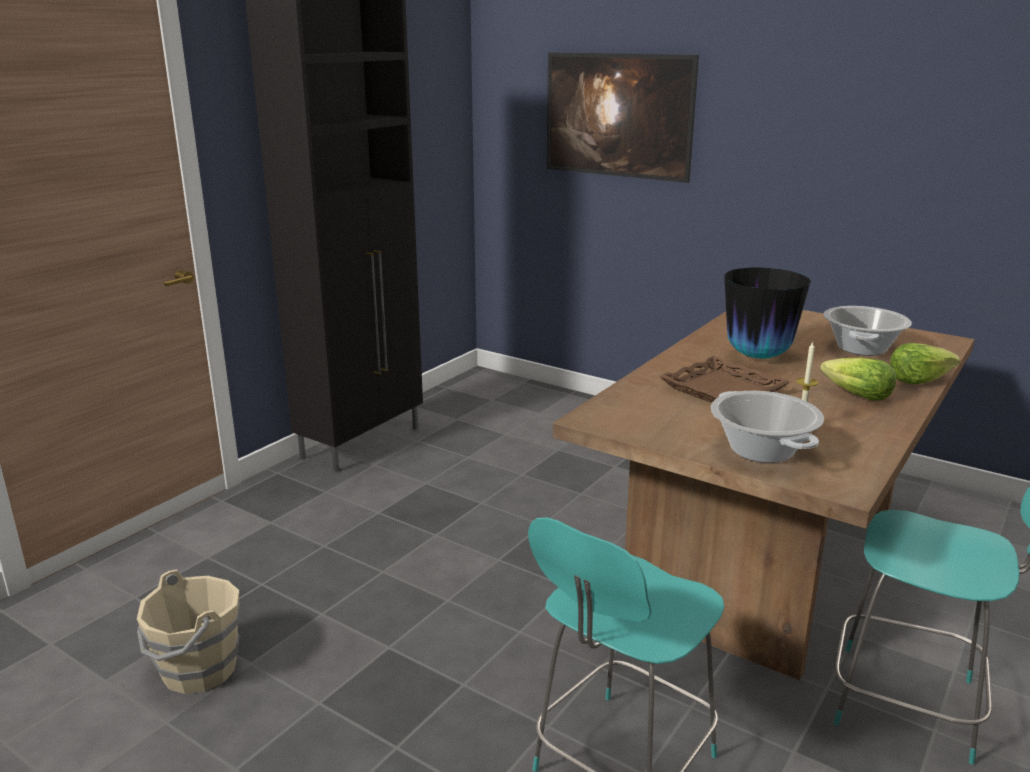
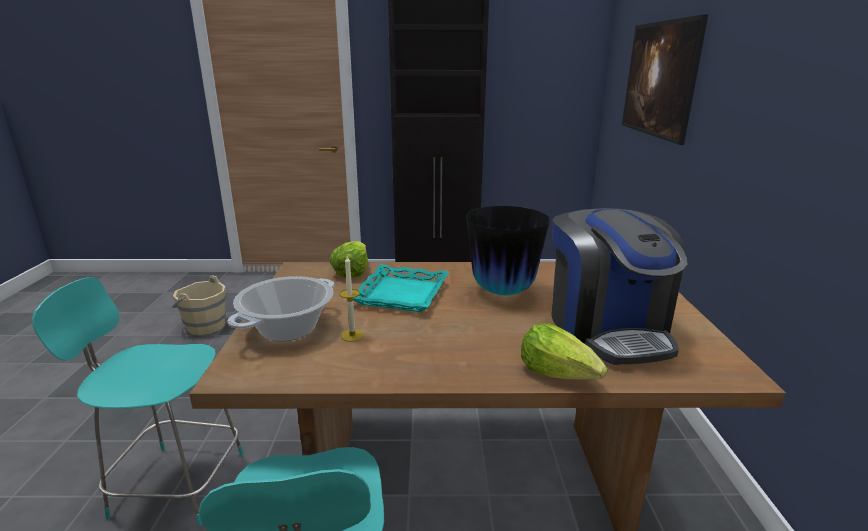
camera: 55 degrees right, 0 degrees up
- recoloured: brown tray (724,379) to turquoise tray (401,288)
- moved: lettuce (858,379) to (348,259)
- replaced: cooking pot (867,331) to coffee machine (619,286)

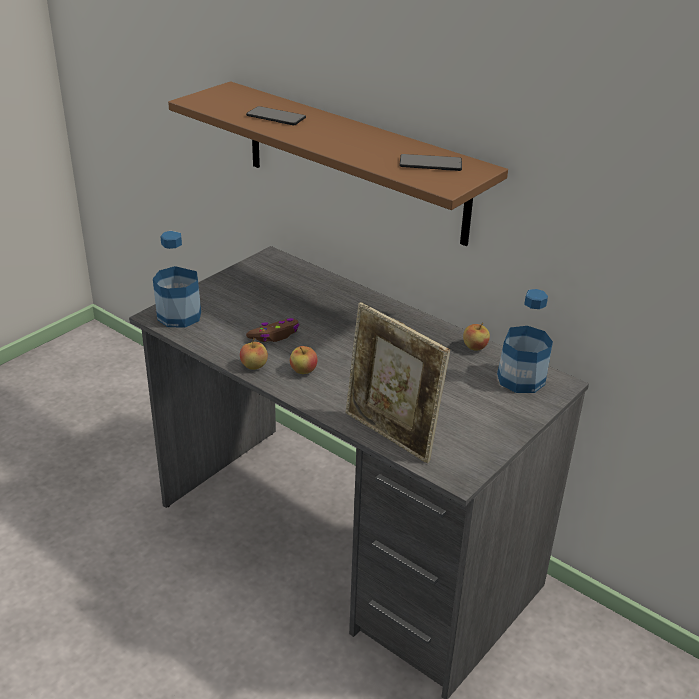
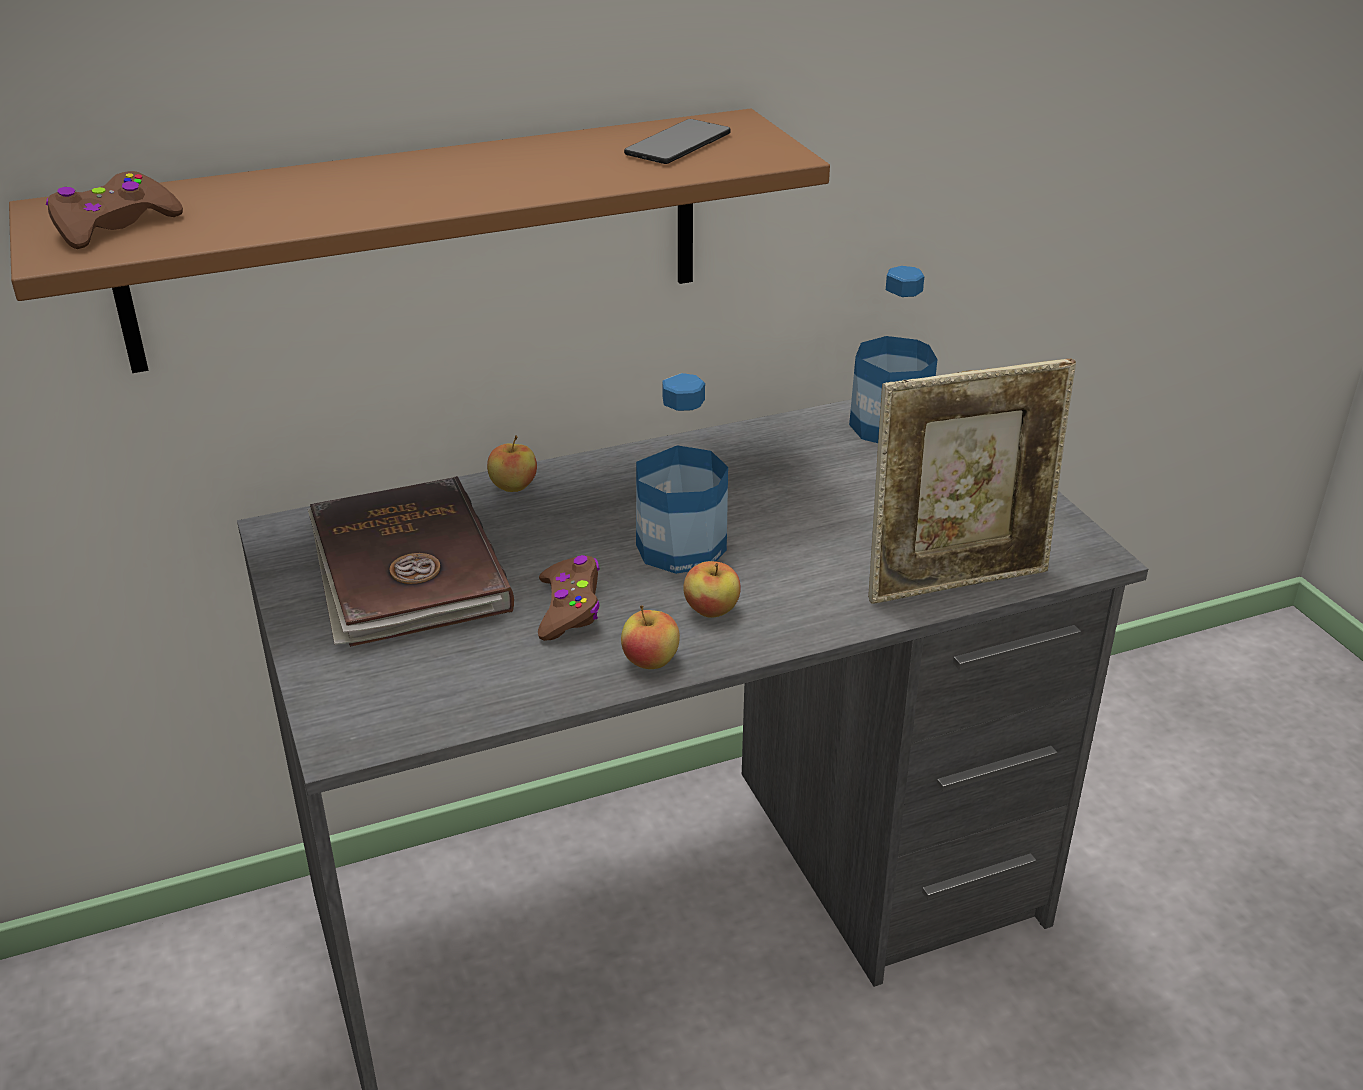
camera: 60 degrees left, 0 degrees up
- moved: bottle (177,279) to (682,473)
- removed: phone (276,116)
- moved: apple (476,337) to (512,463)
- added: brown game controller (114,210)
- added: brown book (411,561)

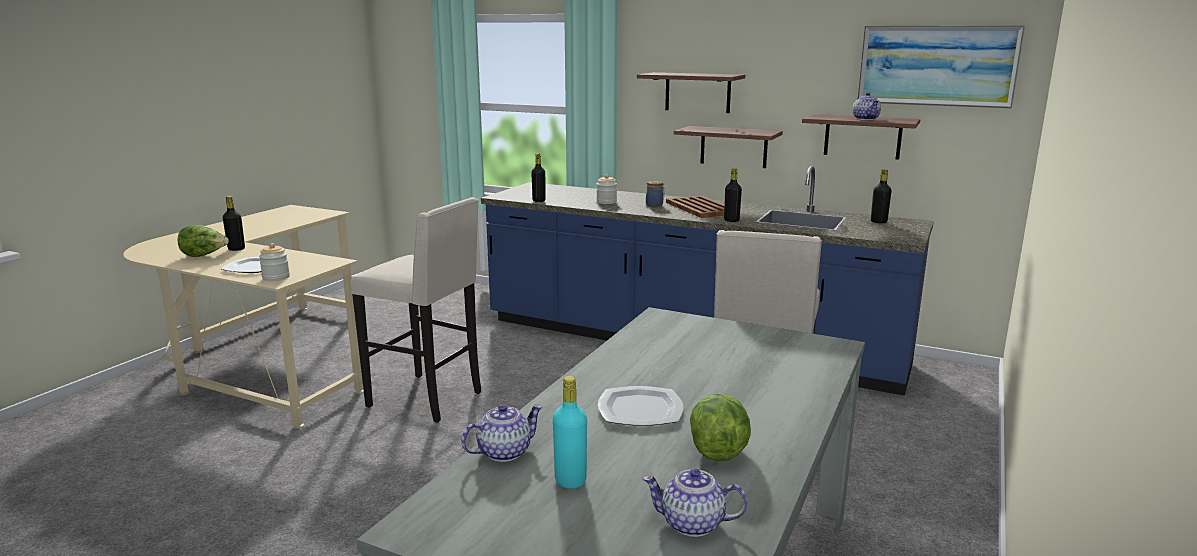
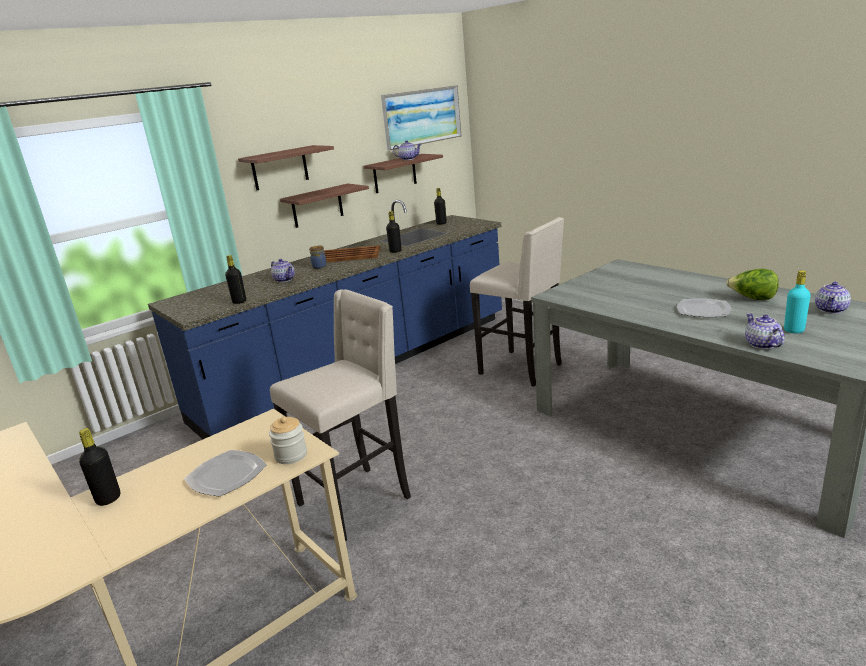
camera: 65 degrees left, 5 degrees up
- removed: lettuce (203,241)
- replaced: jar (607,189) to teapot (283,271)

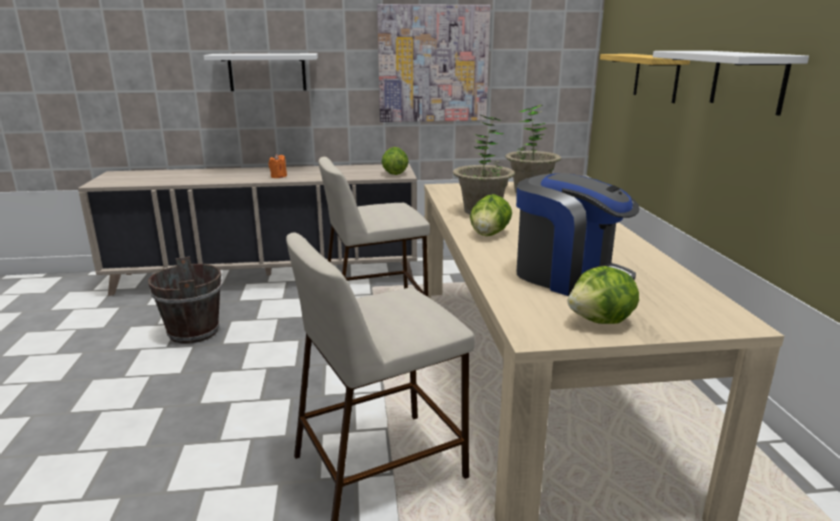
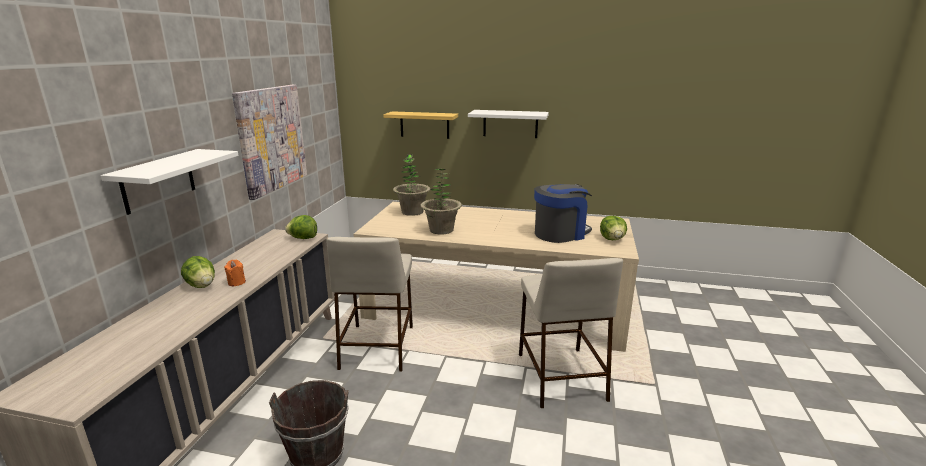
camera: 70 degrees left, 0 degrees up
- moved: lettuce (491,215) to (198,272)

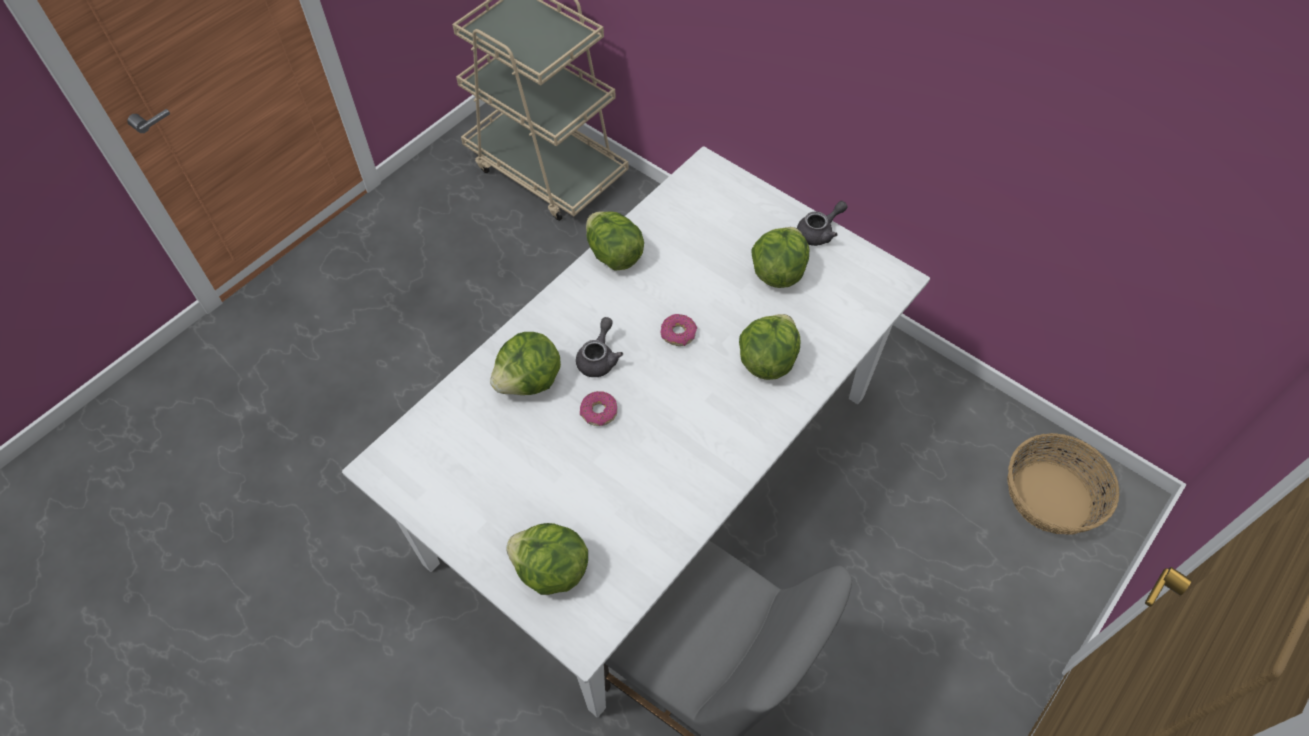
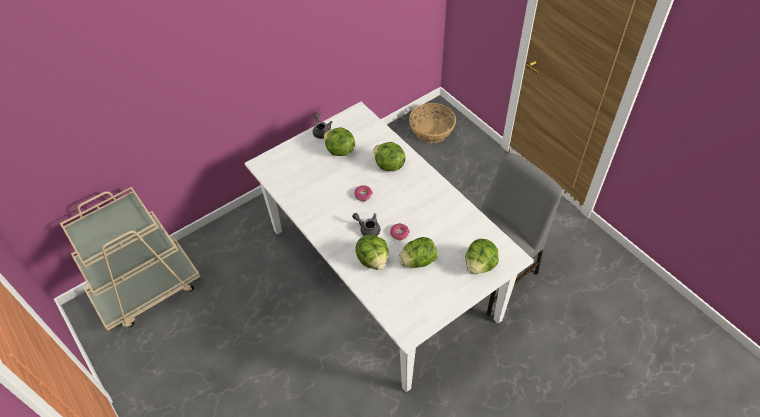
camera: 75 degrees left, 5 degrees down
- moved: lettuce (615,241) to (418,252)

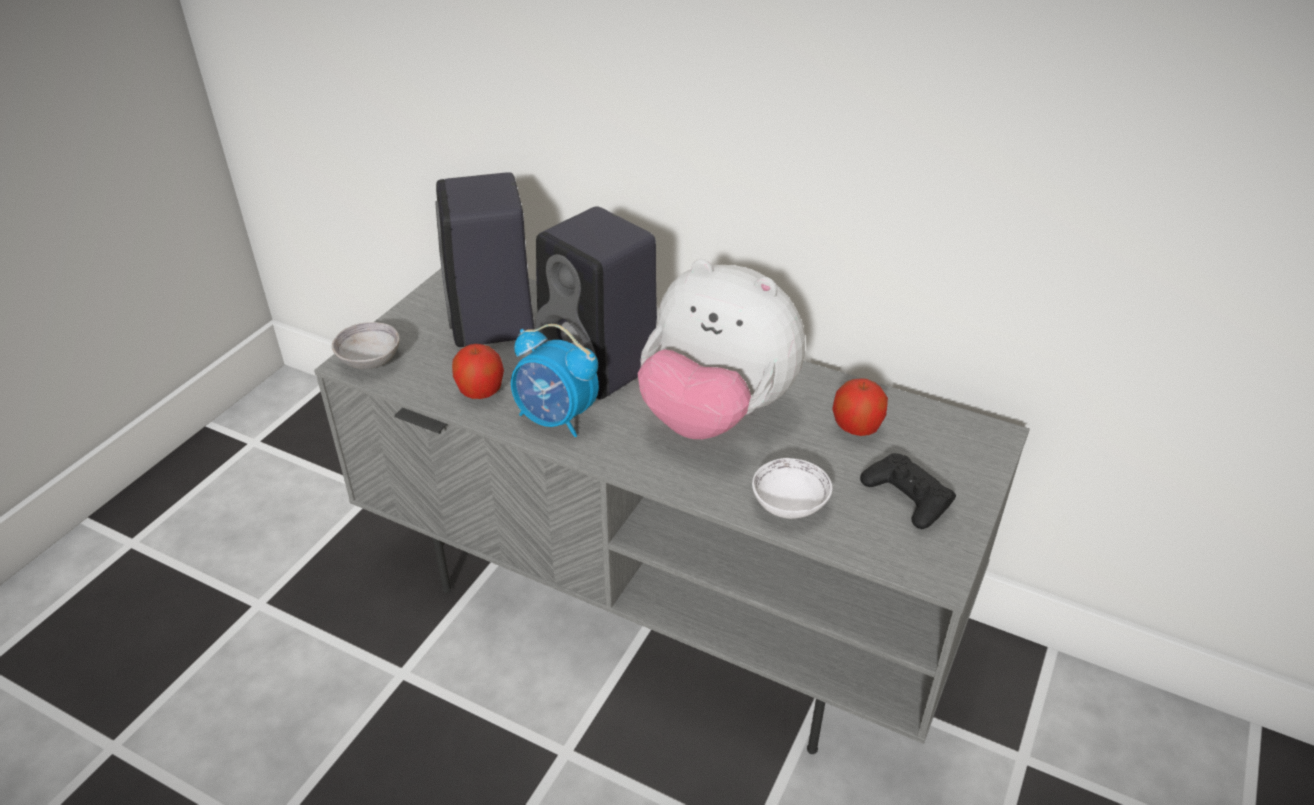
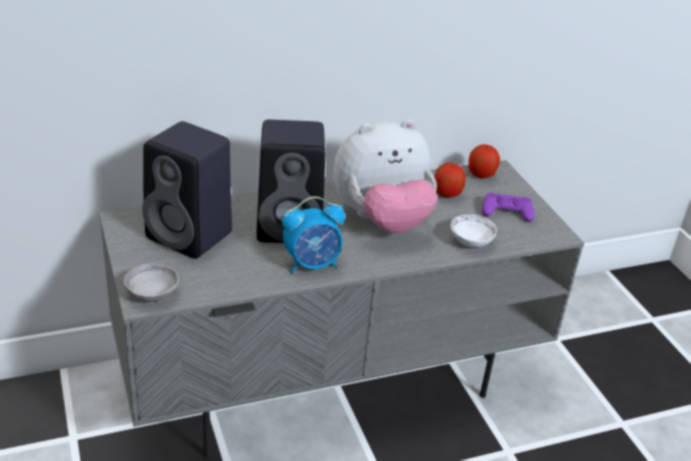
camera: 50 degrees left, 5 degrees down
- moved: apple (478,371) to (484,161)
- recoloured: black game controller (908,491) to purple game controller (508,207)

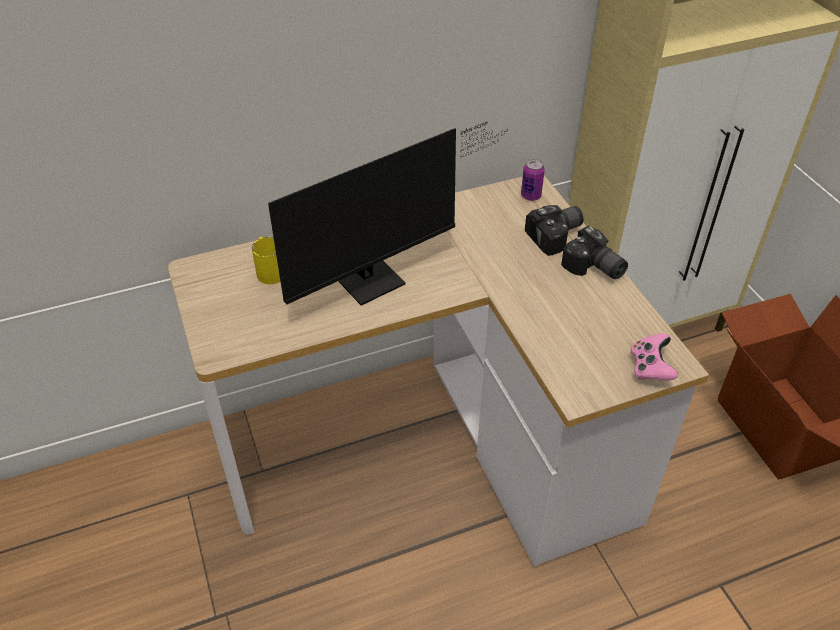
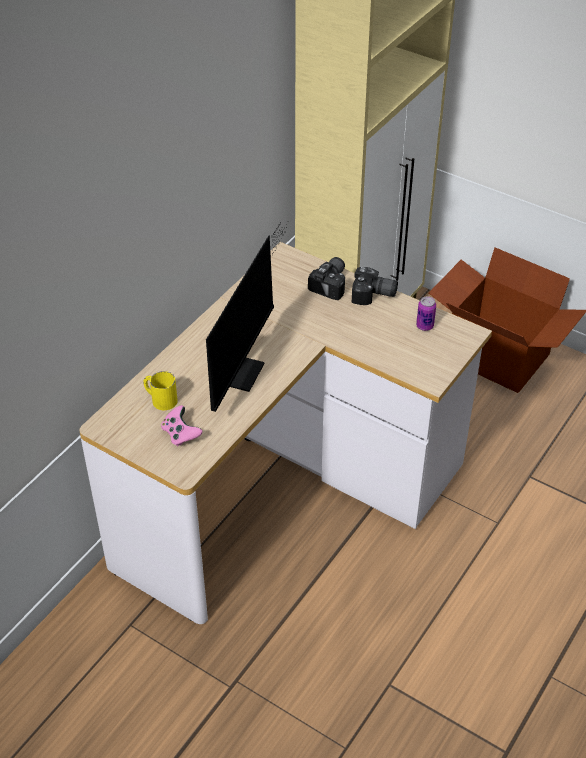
camera: 35 degrees left, 0 degrees up
- moved: can (533,180) to (426,313)
- moved: pink game controller (654,357) to (181,426)

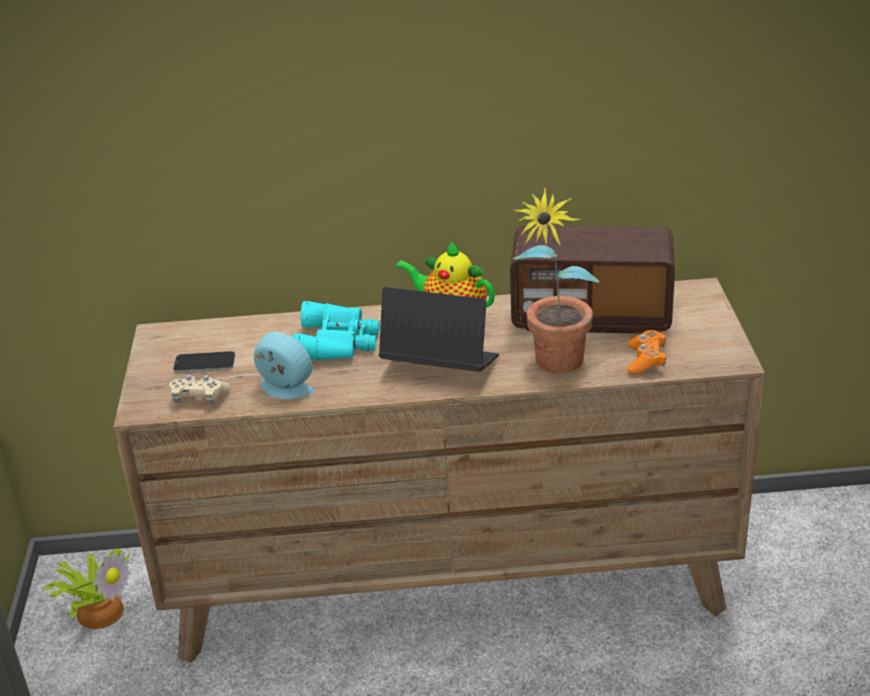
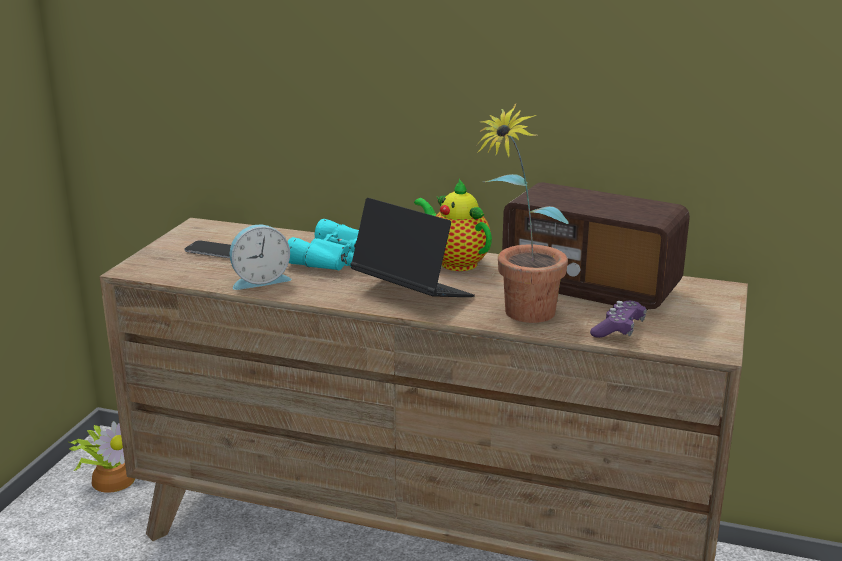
camera: 20 degrees right, 10 degrees down
- removed: beige game controller (200,389)
- turned: alarm clock (284,365) = (261,257) 105 degrees clockwise
- recoloured: orange game controller (646,352) to purple game controller (618,319)

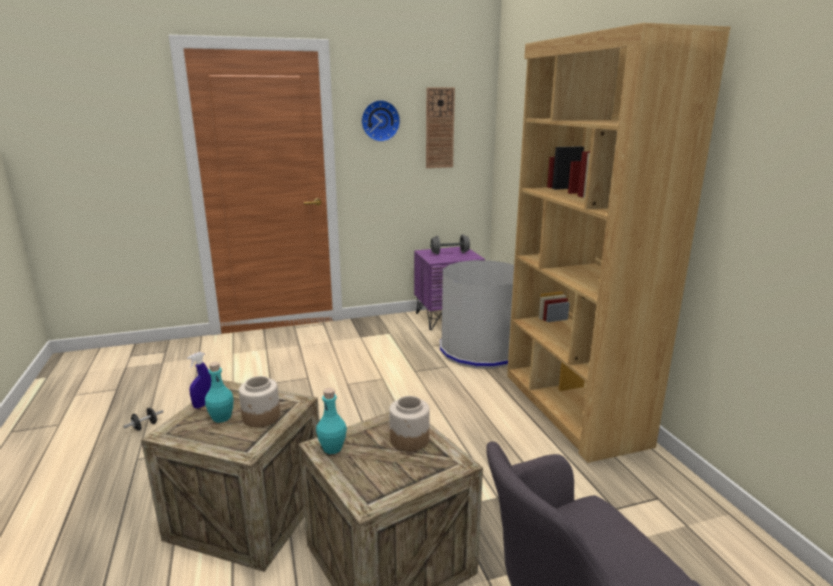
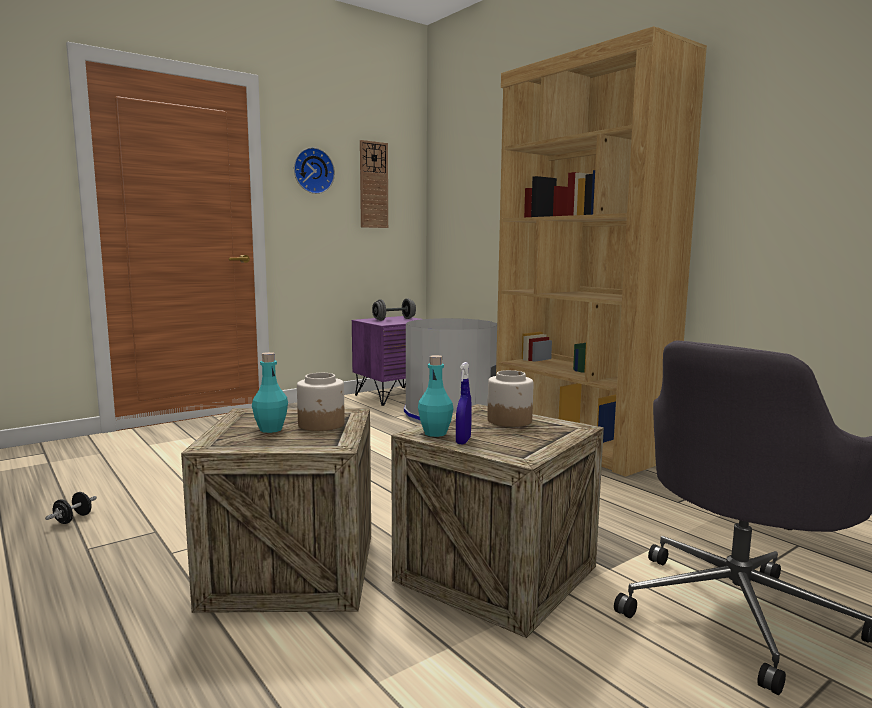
camera: 20 degrees left, 10 degrees down
- moved: blue spray bottle (199,380) to (464,403)

